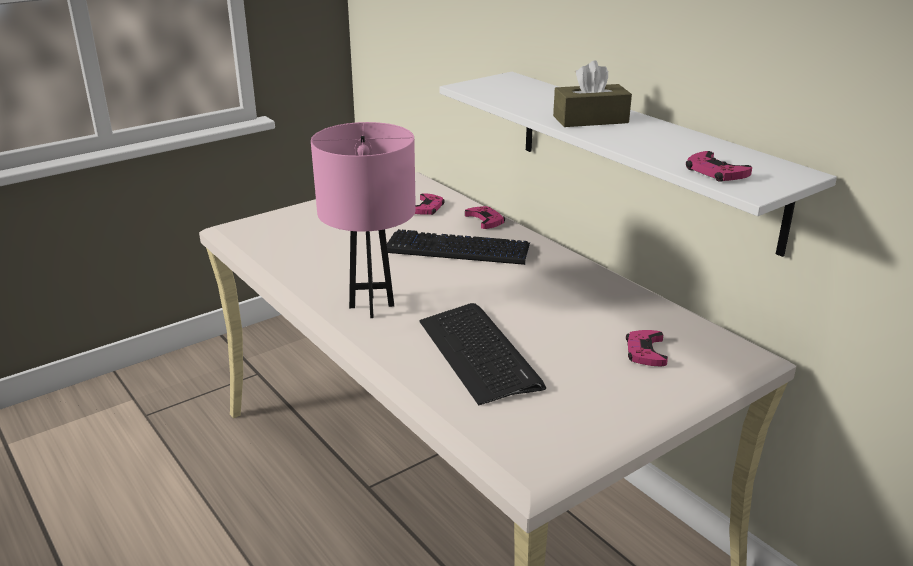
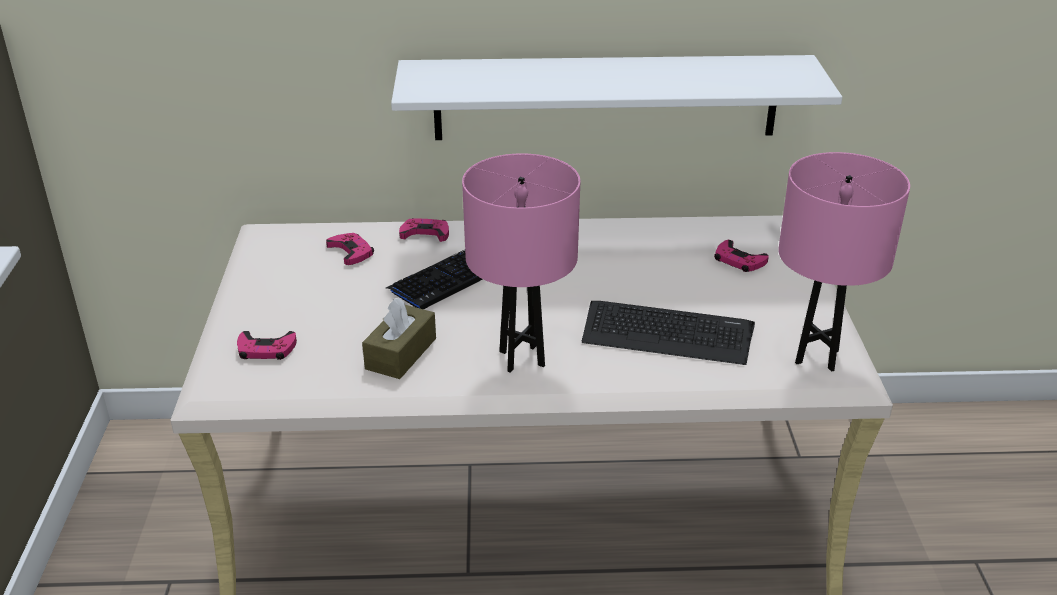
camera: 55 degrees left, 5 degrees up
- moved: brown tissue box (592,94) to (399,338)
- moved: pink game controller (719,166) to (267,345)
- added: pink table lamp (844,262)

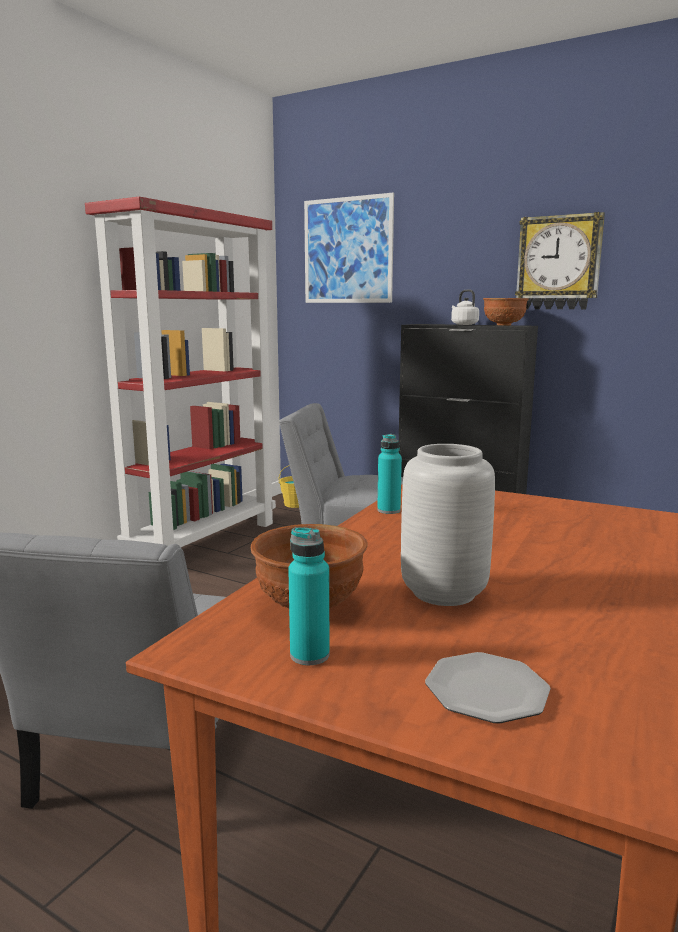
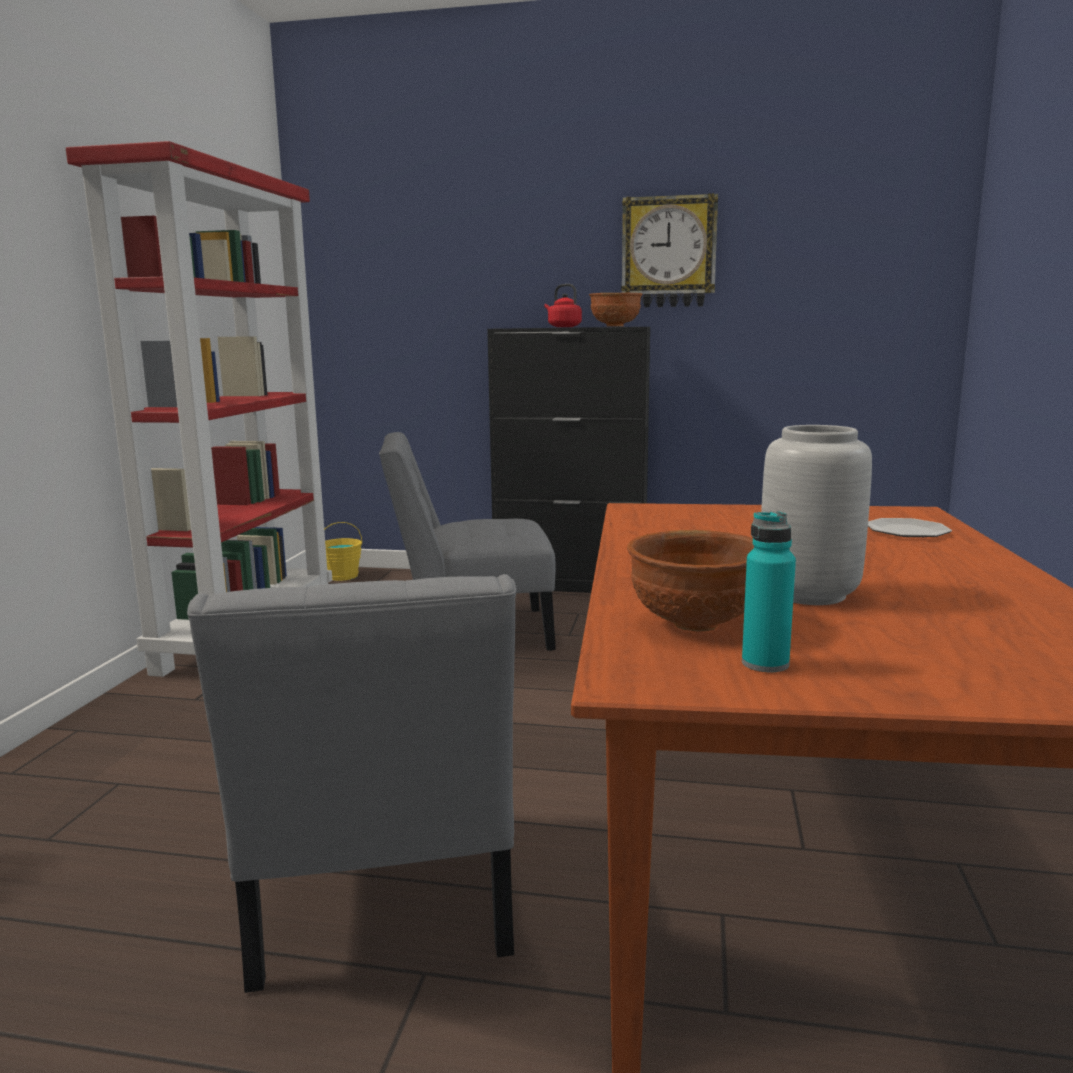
camera: 20 degrees left, 0 degrees up
- removed: picture (349,248)
- removed: turquoise bottle (389,474)
- moved: plate (488,688) to (910,527)
- recoloured: white kettle (465,307) to red kettle (563,305)

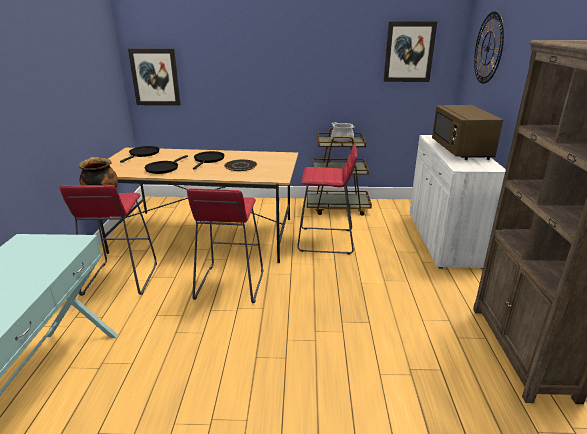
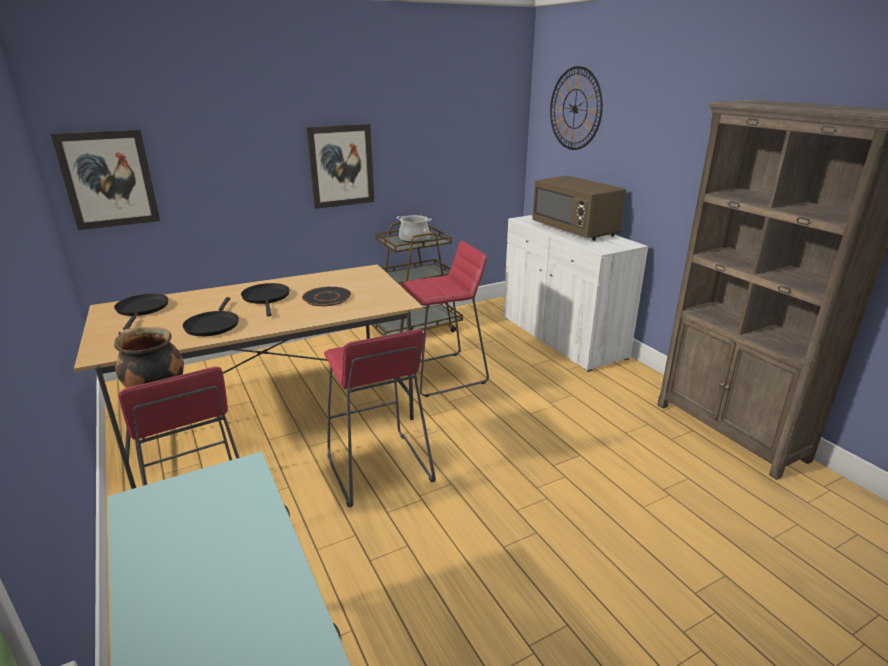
camera: 30 degrees left, 0 degrees up
- moved: picture (410,51) to (340,166)

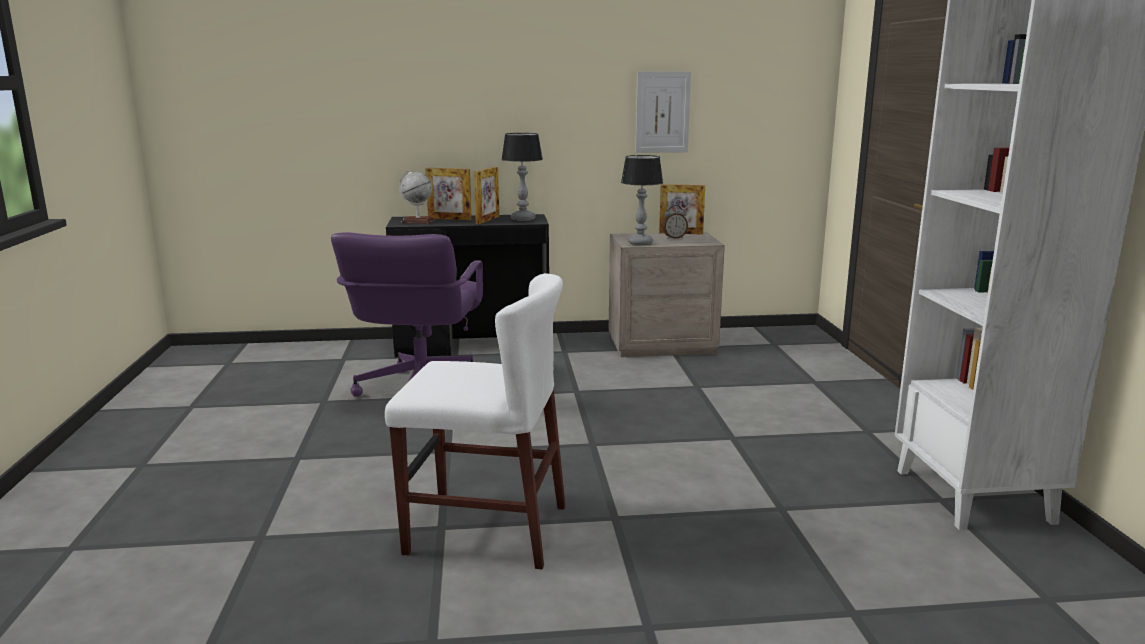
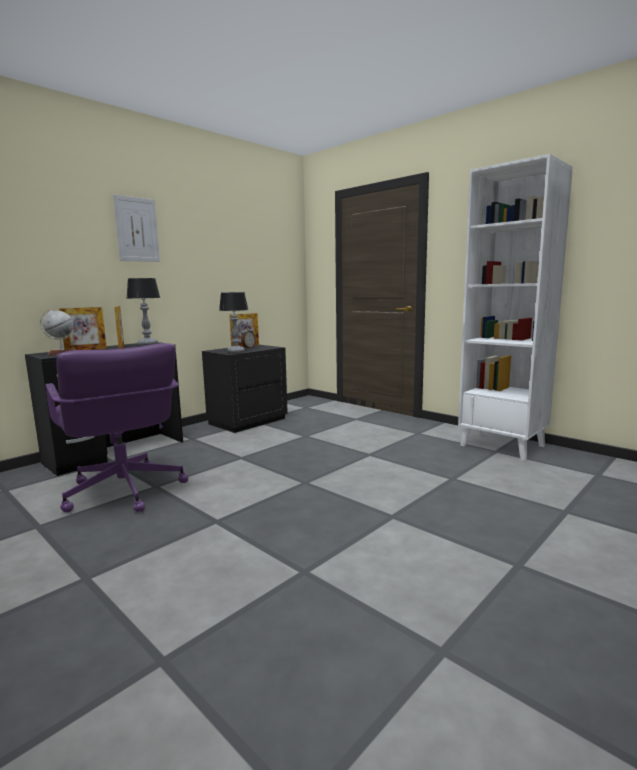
camera: 40 degrees left, 5 degrees down
- removed: white chair (475,421)
- recoloured: beige nightstand (667,294) to black nightstand (245,389)
- moved: picture (663,112) to (136,228)

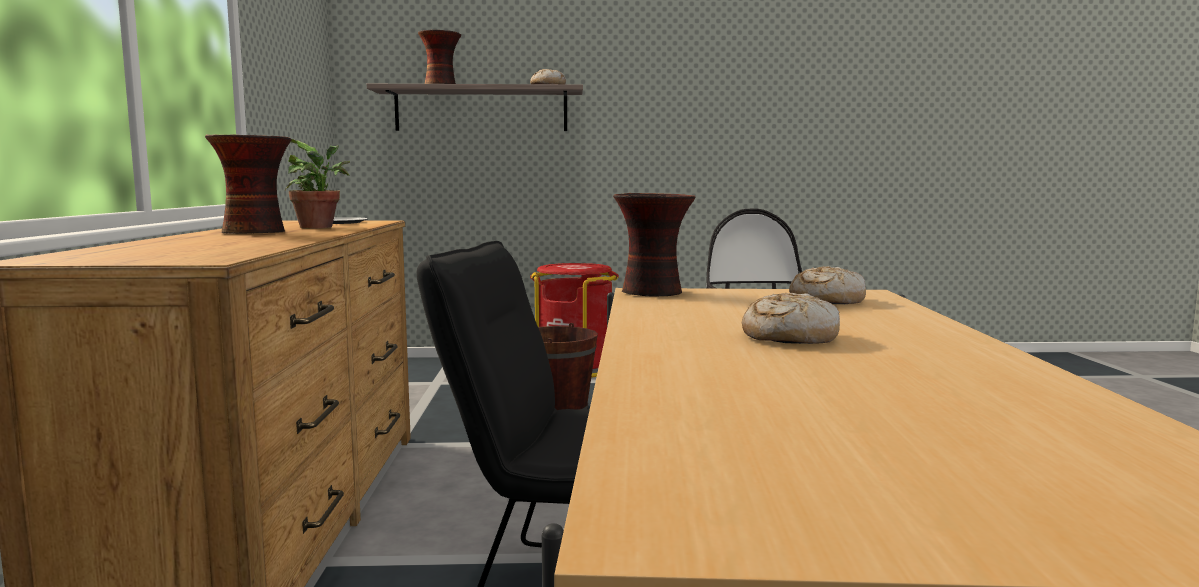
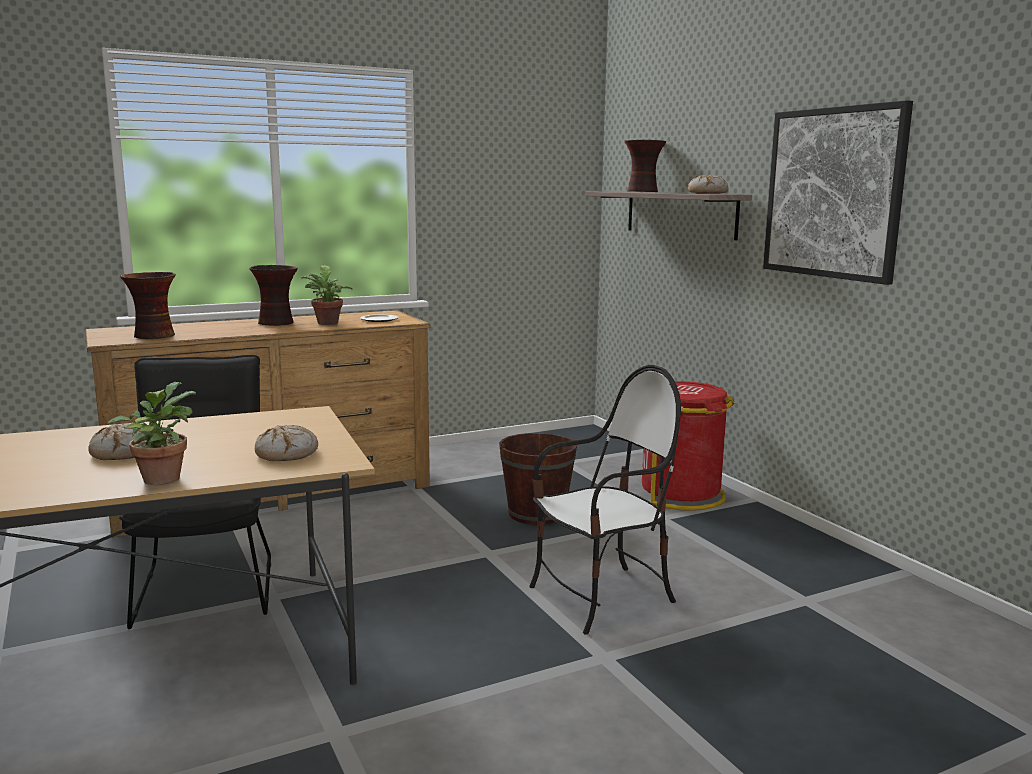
camera: 65 degrees right, 5 degrees up
- moved: vase (654,245) to (148,305)
- added: potted plant (152,433)
- added: picture (838,192)

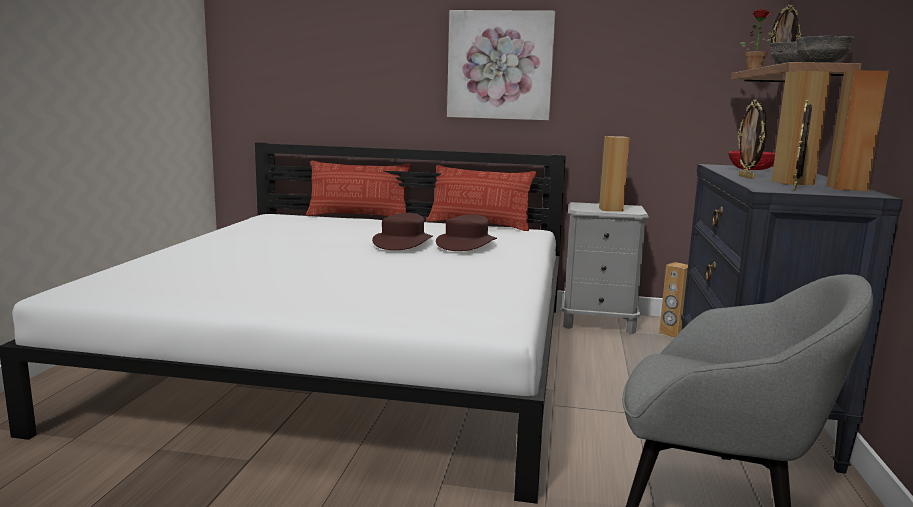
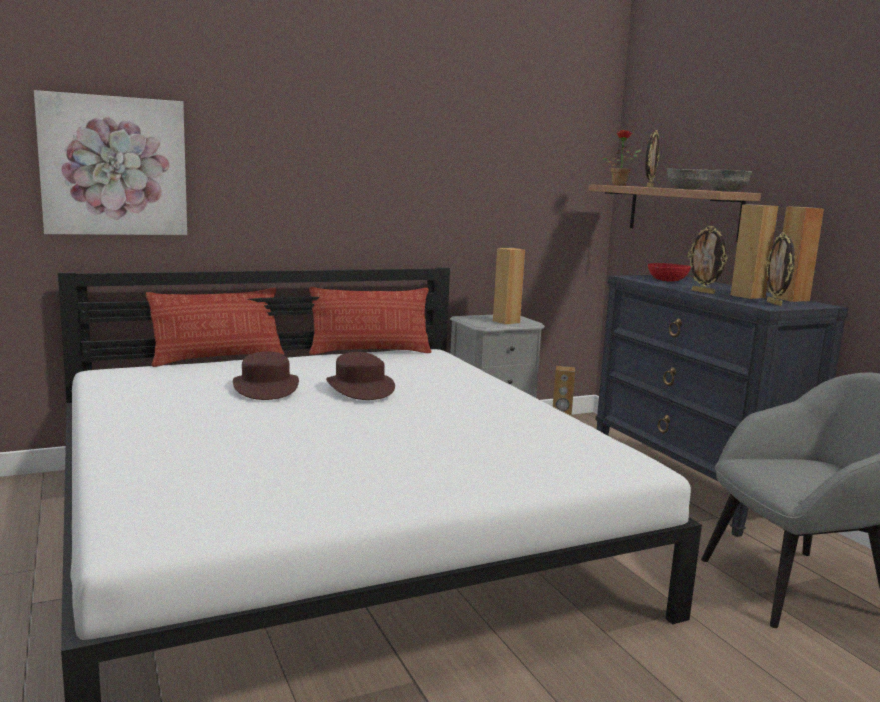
camera: 35 degrees left, 0 degrees up
- moved: brown hat (466,232) to (266,375)
- moved: picture (501,65) to (110,162)

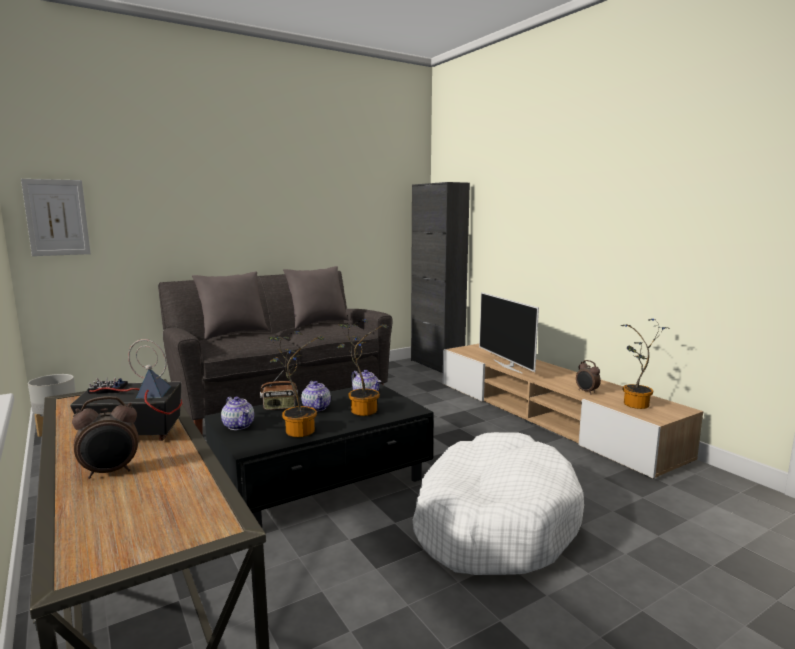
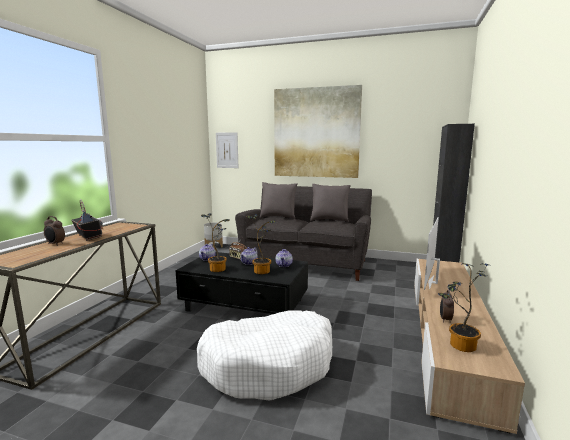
camera: 50 degrees right, 0 degrees up
- added: picture (318,131)

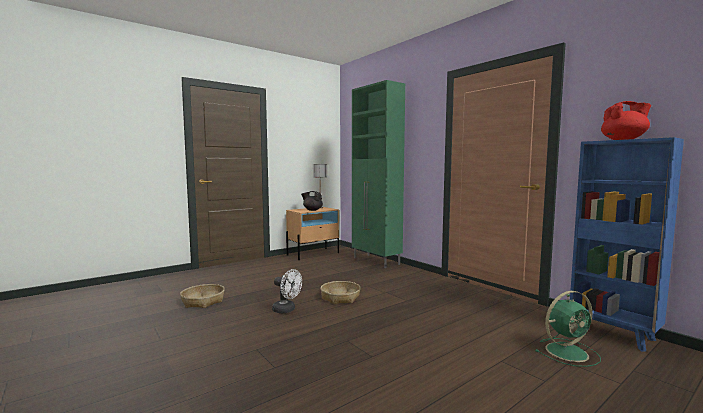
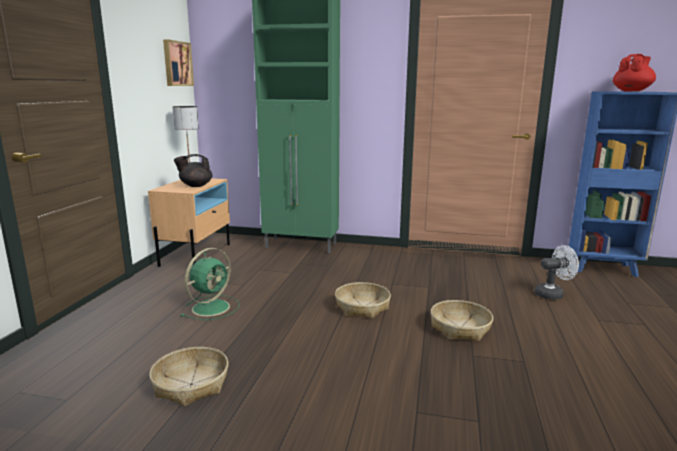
camera: 40 degrees left, 10 degrees up
- moved: white fan (287,291) to (557,272)
- moved: green fan (568,329) to (210,284)
- added: picture (178,62)
- added: basket (462,320)

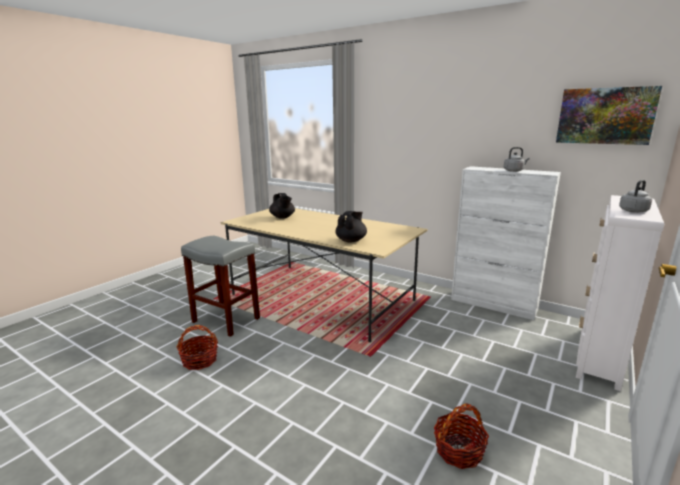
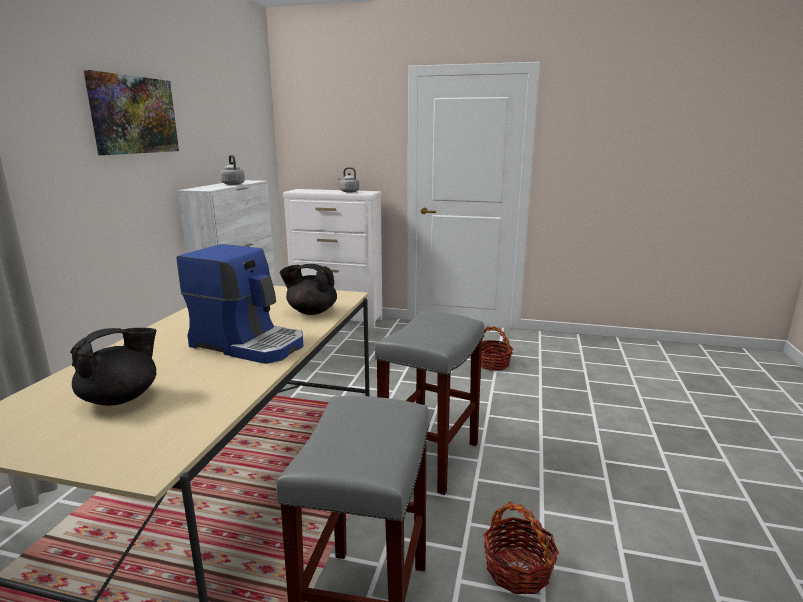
camera: 110 degrees left, 0 degrees up
- moved: picture (609,115) to (131,112)
- added: coffee machine (240,304)
- added: grey stool (429,403)

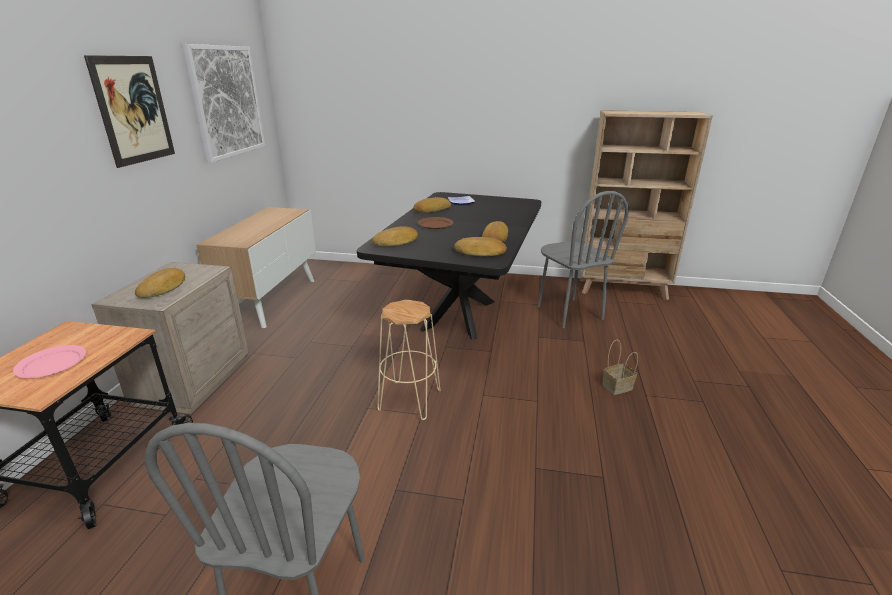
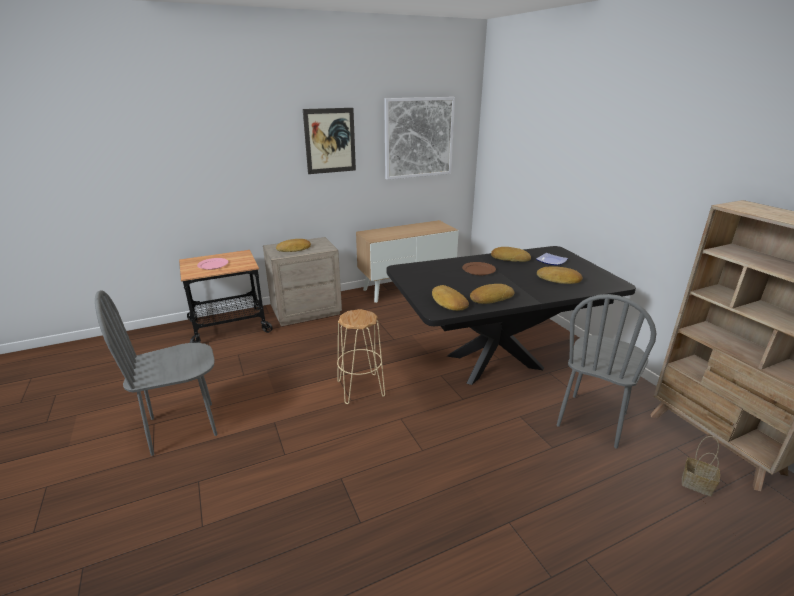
camera: 55 degrees right, 0 degrees up
- moved: bread (395,236) to (560,275)
- moved: basket (620,367) to (701,466)

